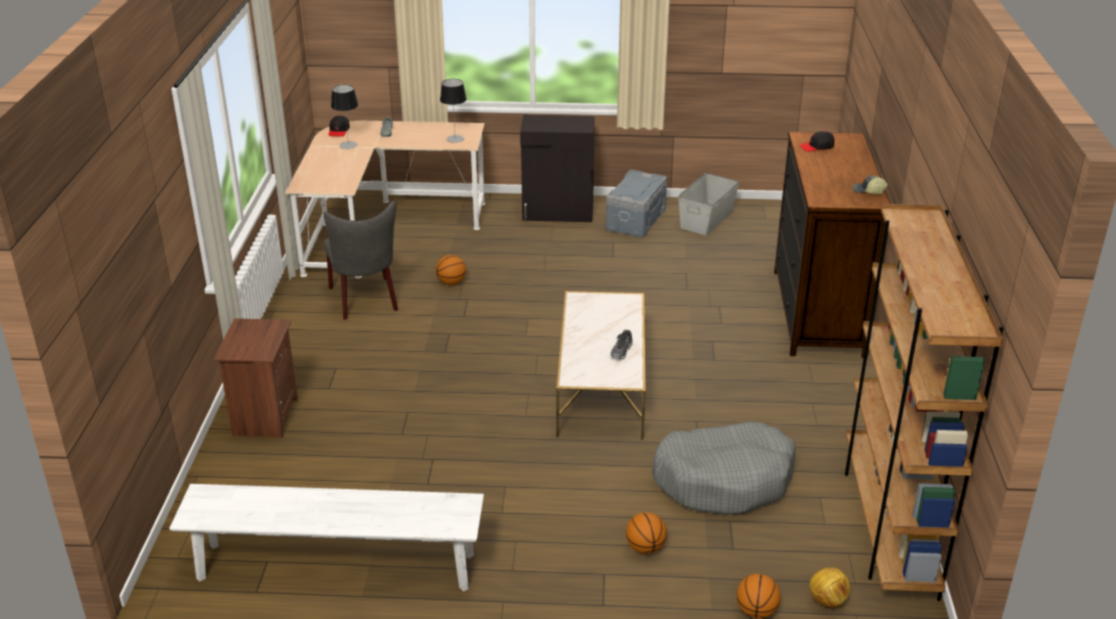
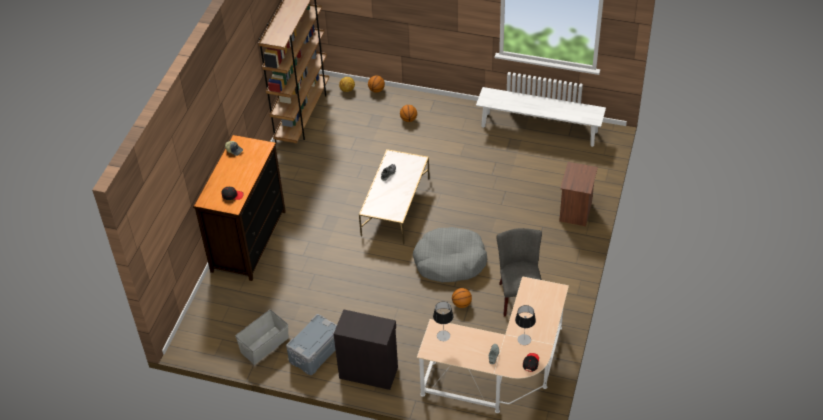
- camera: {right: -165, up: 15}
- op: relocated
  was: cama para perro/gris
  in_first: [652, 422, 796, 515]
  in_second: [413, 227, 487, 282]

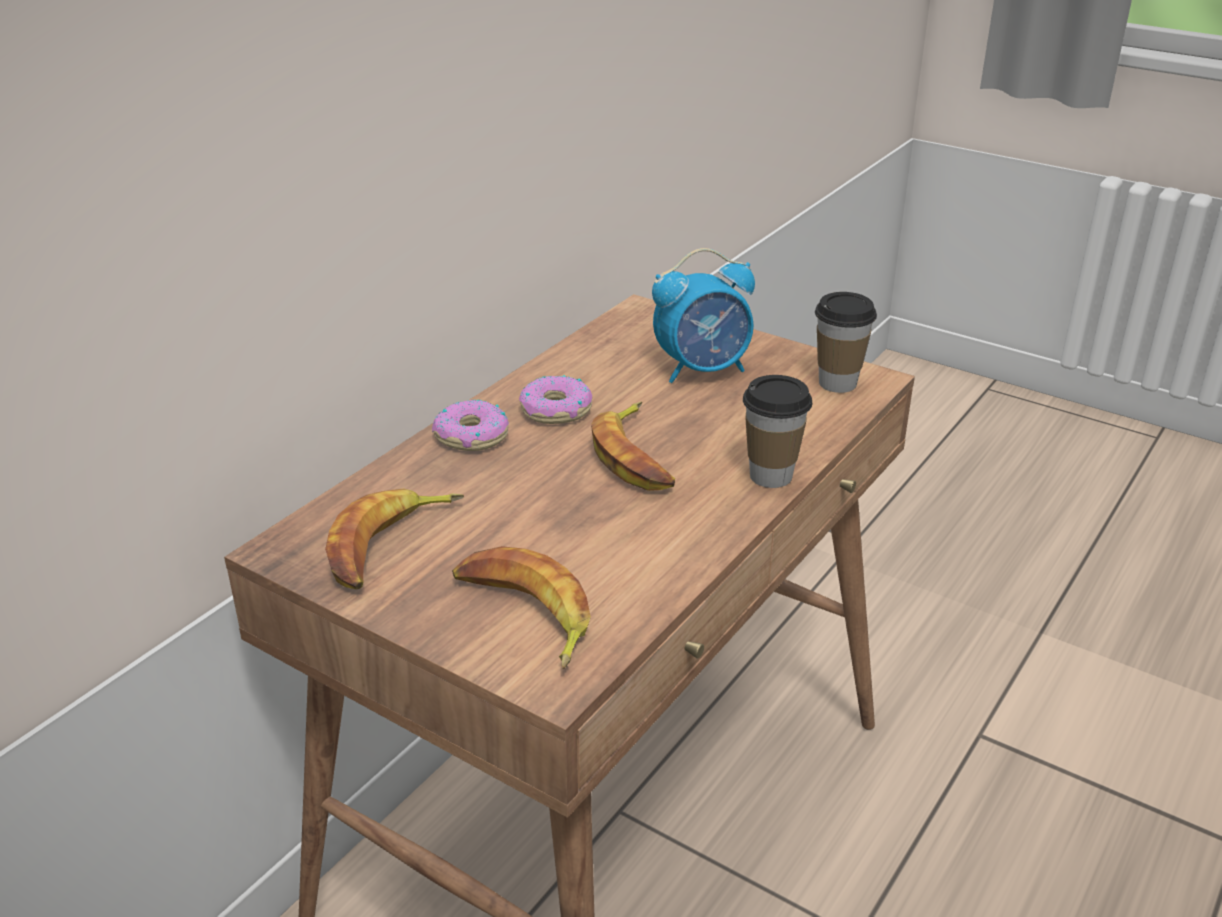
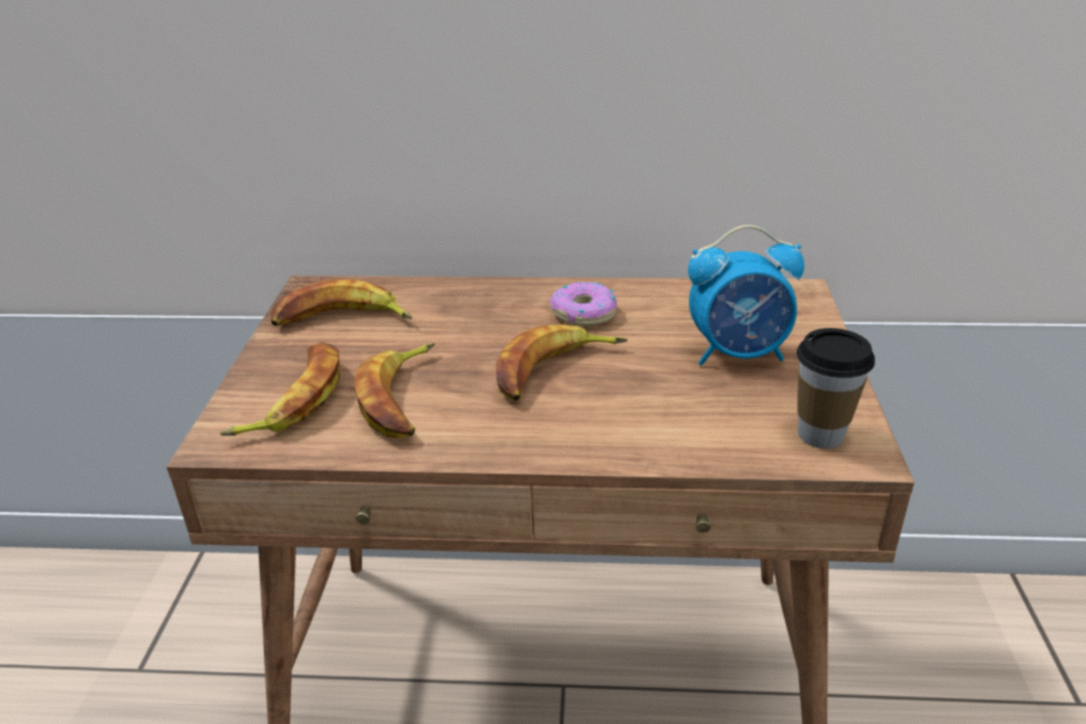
- camera: {right: 60, up: 0}
- op: missing
  was: rosquilla
  in_first: [432, 400, 509, 451]
- op: spun
  was: despertador
  in_first: [652, 248, 755, 383]
  in_second: [688, 225, 804, 365]
  clockwise: -45
- op: missing
  was: taza
  in_first: [743, 375, 812, 488]
- op: appeared
  now: plátano
  in_second: [354, 343, 435, 438]

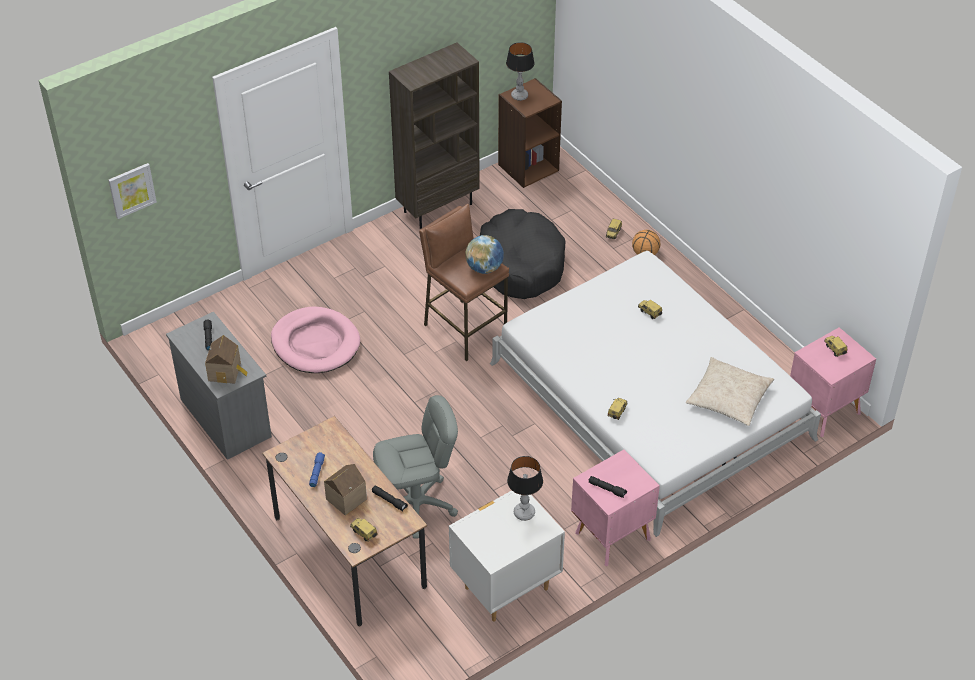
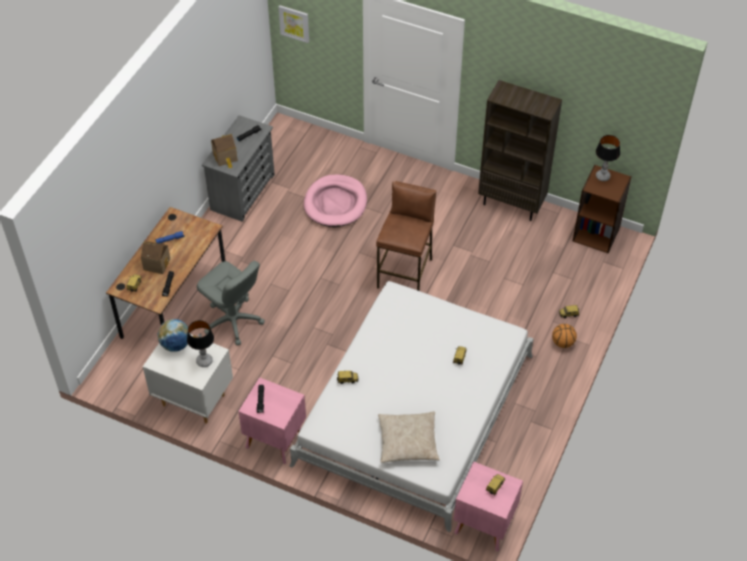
- camera: {right: 60, up: 5}
- op: relocated
  was: globo terráqueo
  in_first: [465, 235, 504, 274]
  in_second: [158, 319, 190, 352]
- op: missing
  was: cama para perro/negro
  in_first: [480, 209, 565, 299]

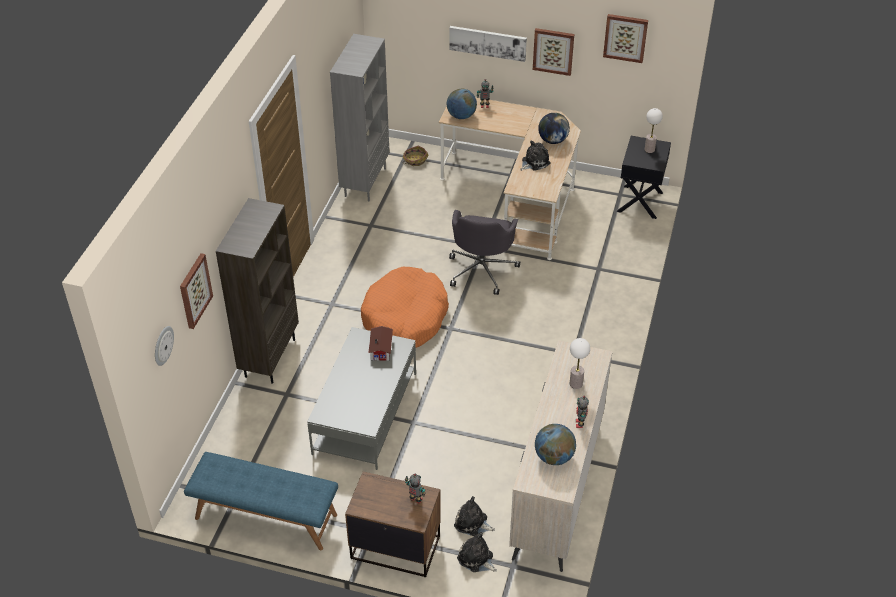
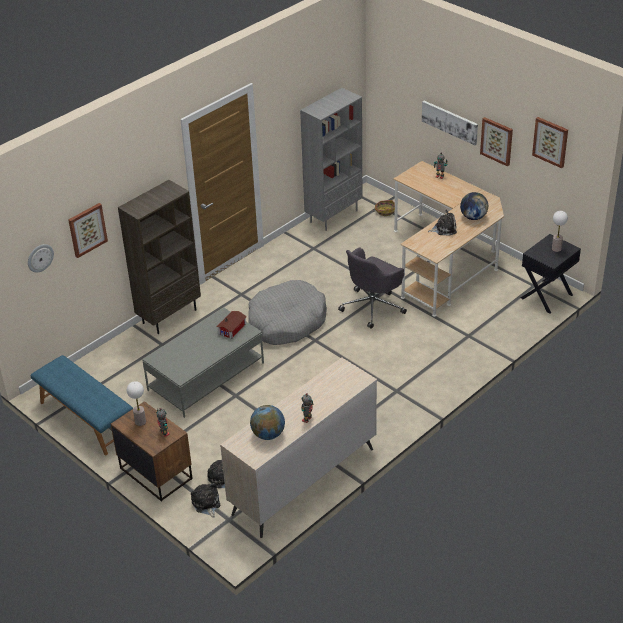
- camera: {right: 30, up: -5}
- op: colour
  was: cama para perro/naranja
  now: cama para perro/gris
  in_first: [361, 267, 449, 348]
  in_second: [248, 280, 327, 345]
- op: missing
  was: globo terráqueo
  in_first: [447, 89, 477, 119]
- op: relocated
  was: lámpara de mesa
  in_first: [570, 338, 590, 389]
  in_second: [127, 381, 146, 426]

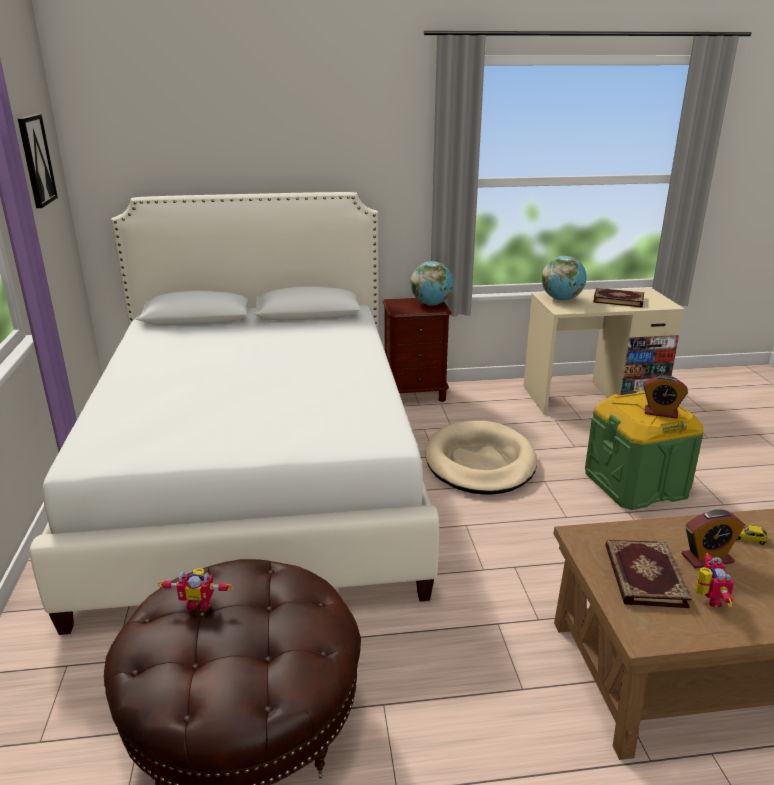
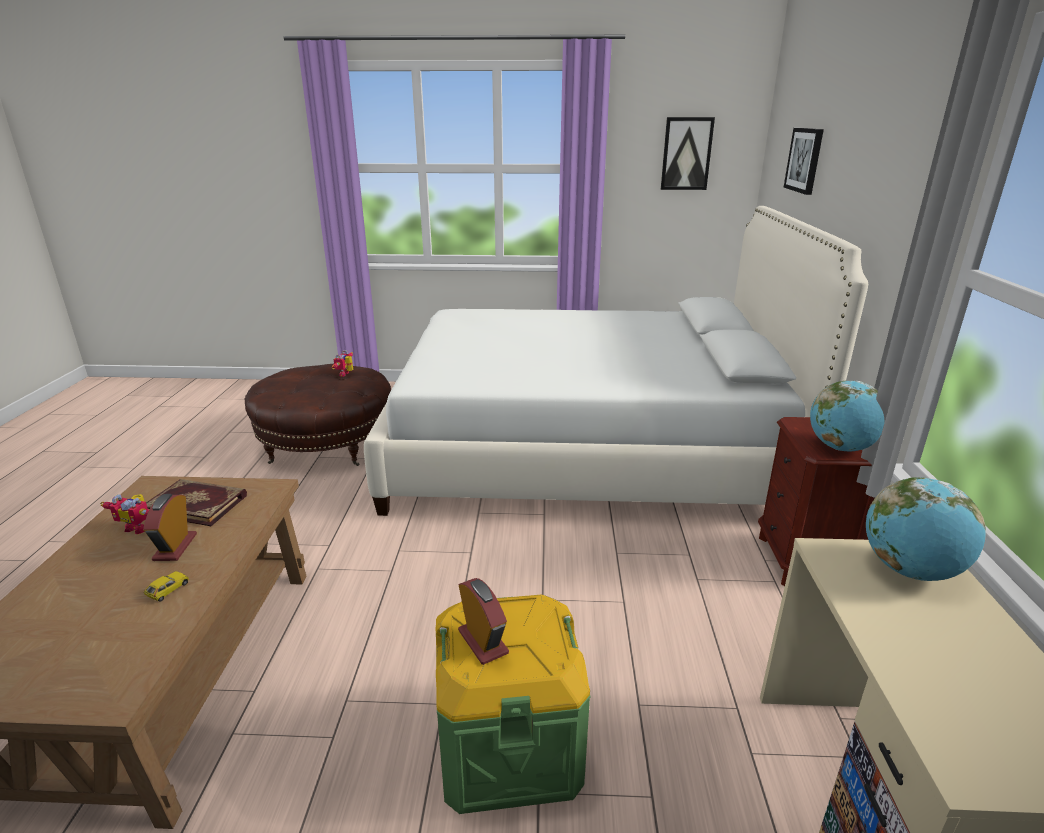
- camera: {right: 100, up: 0}
- op: missing
  was: cama para perro/beis
  in_first: [425, 421, 537, 495]
- op: missing
  was: libro
  in_first: [593, 288, 644, 308]
- op: spun
  was: despertador
  in_first: [644, 375, 688, 419]
  in_second: [458, 578, 509, 665]
  clockwise: 120
- op: appeared
  now: cuadro
  in_second: [784, 128, 824, 195]

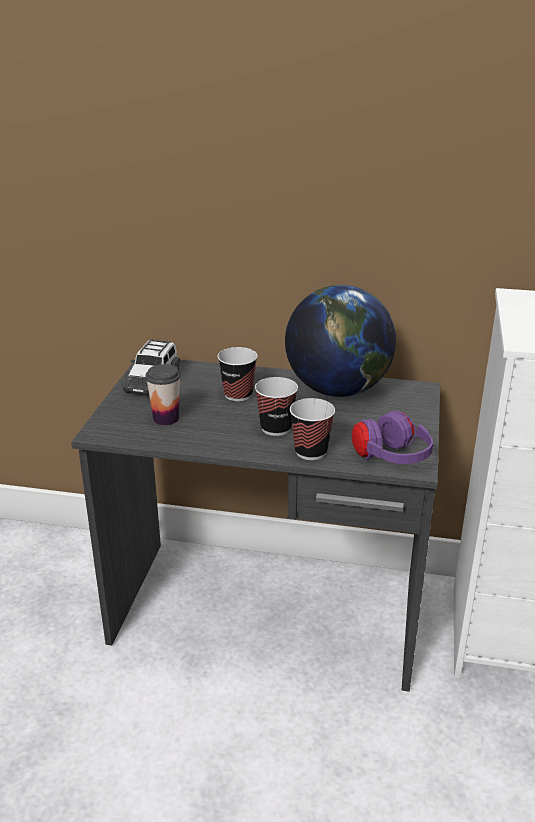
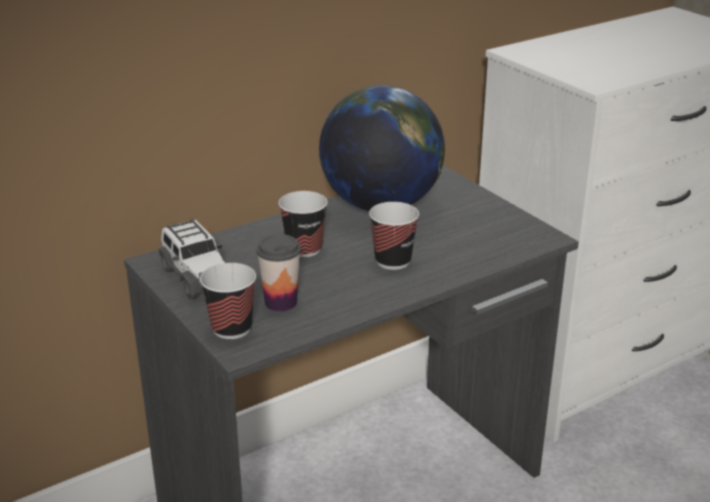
- camera: {right: -45, up: 0}
- op: relocated
  was: taza
  in_first: [290, 398, 335, 460]
  in_second: [200, 263, 256, 339]
- op: missing
  was: auriculares/morado
  in_first: [352, 411, 433, 464]

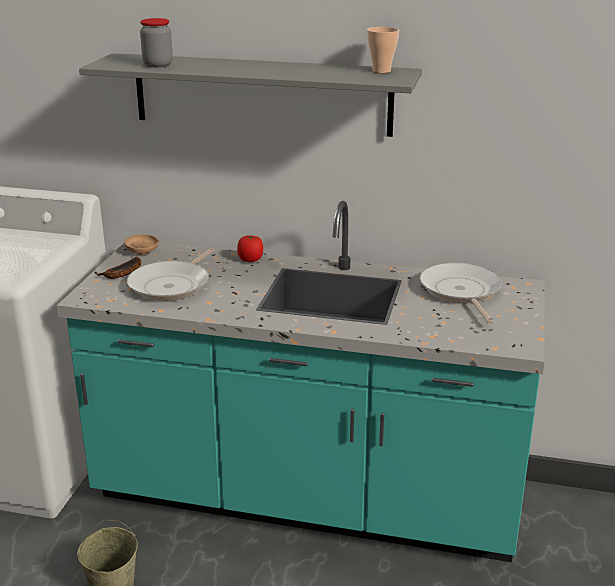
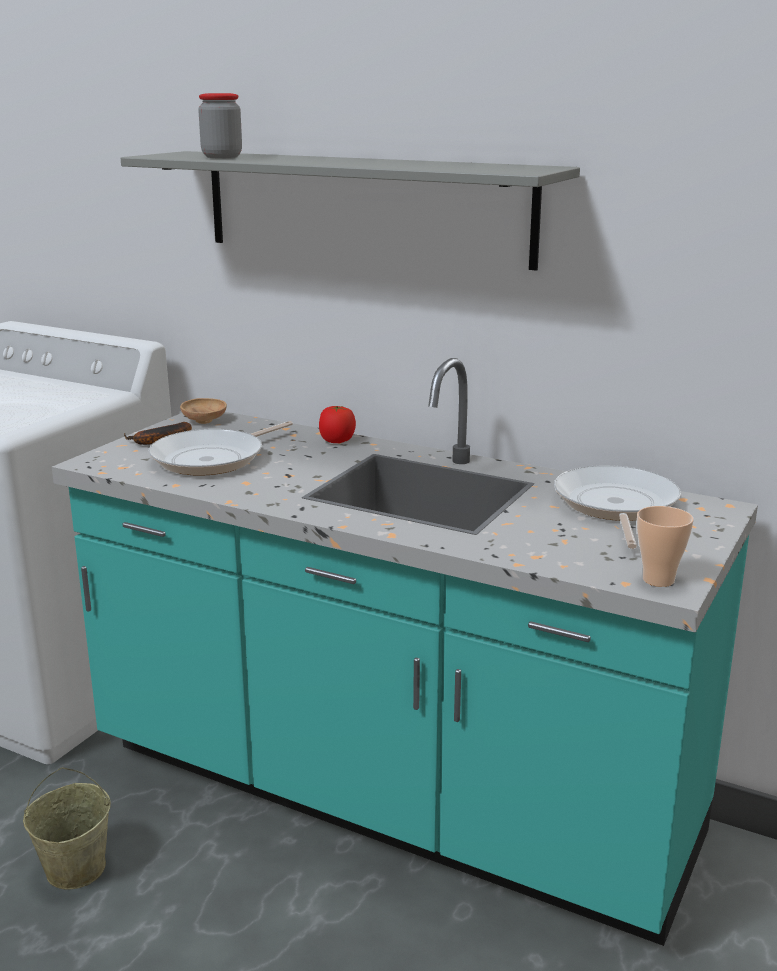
- camera: {right: 15, up: -5}
- op: relocated
  was: taza
  in_first: [367, 27, 399, 73]
  in_second: [637, 506, 694, 587]

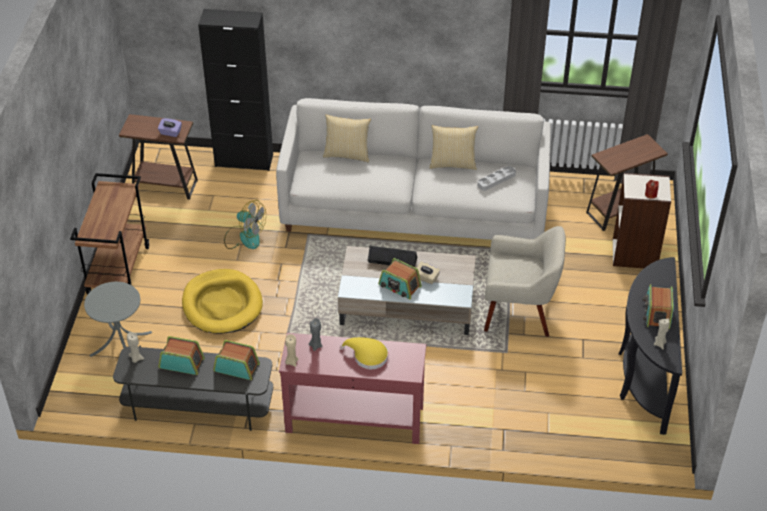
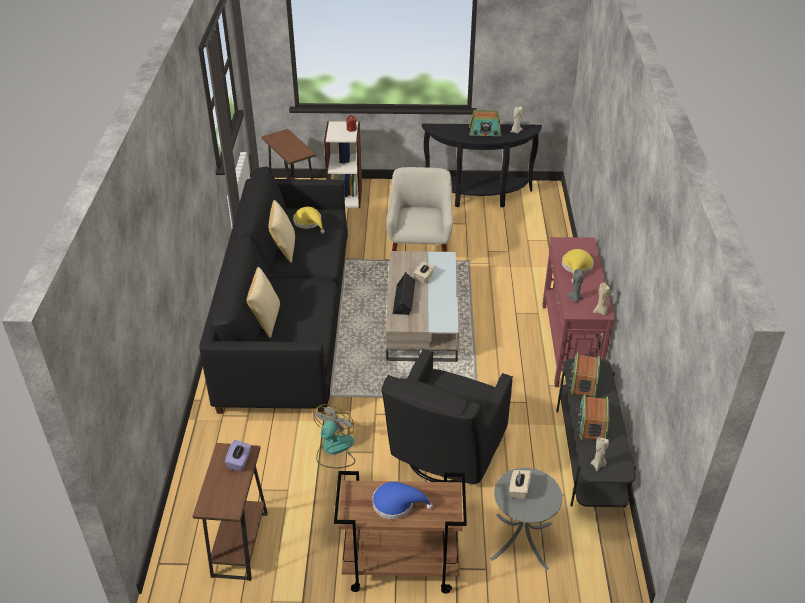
- camera: {right: -95, up: -5}
- op: exchanged
  was: cama para perro/amarillo
  now: sillón/negro
  in_first: [182, 269, 263, 334]
  in_second: [381, 349, 513, 484]
- op: missing
  was: armario/negro
  in_first: [198, 9, 273, 171]
- op: colour
  was: sofá/blanco
  now: sofá/negro
  in_first: [276, 98, 551, 240]
  in_second: [199, 167, 348, 414]
- op: missing
  was: radio
  in_first: [378, 258, 422, 299]
- op: exchanged
  was: bandeja/gris
  now: sombrero/amarillo
  in_first: [478, 166, 516, 191]
  in_second: [293, 207, 325, 234]
- op: appeared
  now: sombrero/azul
  in_second: [372, 482, 433, 520]
- op: appeared
  now: caja de pañuelos/beis
  in_second: [509, 470, 531, 500]

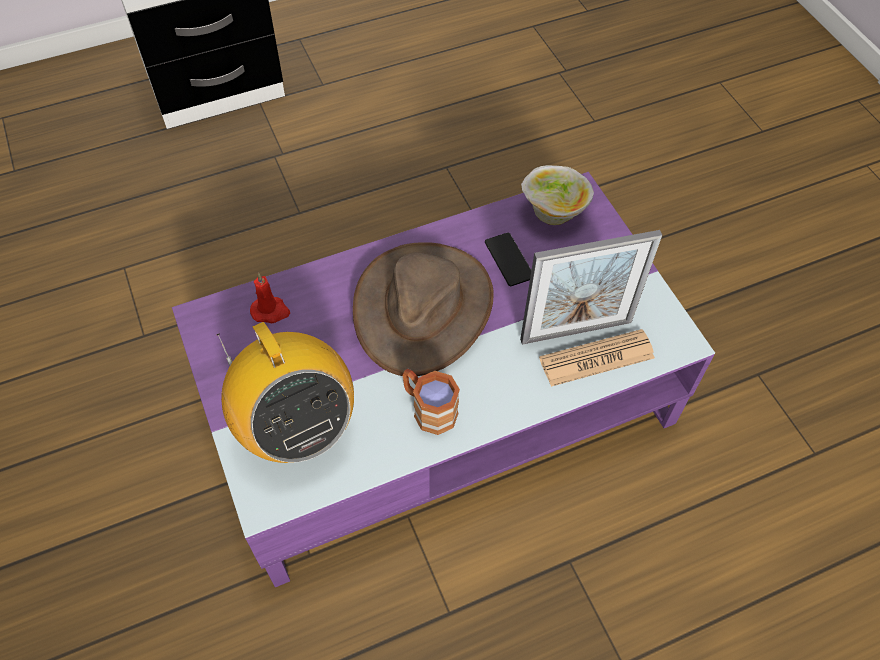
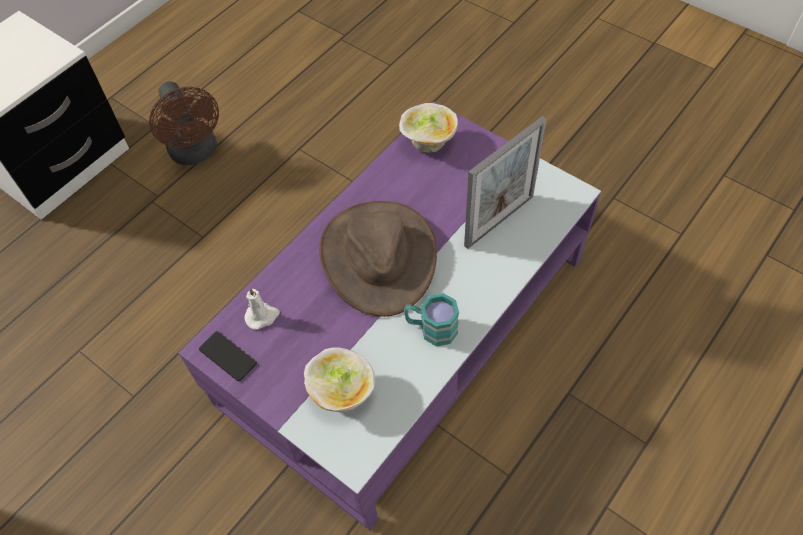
- camera: {right: -25, up: 0}
- op: exchanged
  was: radio
  now: cuenco
  in_first: [217, 322, 354, 463]
  in_second: [304, 347, 375, 412]
- op: colour
  was: vela/rojo
  now: vela/blanco
  in_first: [250, 273, 290, 323]
  in_second: [244, 287, 279, 330]
- op: colour
  was: taza grande/marrón
  now: taza grande/turquesa
  in_first: [402, 369, 460, 435]
  in_second: [404, 293, 459, 346]
- op: relocated
  was: móvil
  in_first: [485, 233, 531, 286]
  in_second: [199, 331, 257, 381]
- op: missing
  was: periódico
  in_first: [539, 329, 655, 387]
- op: appeared
  now: ventilador/marrón
  in_second: [149, 81, 219, 165]

